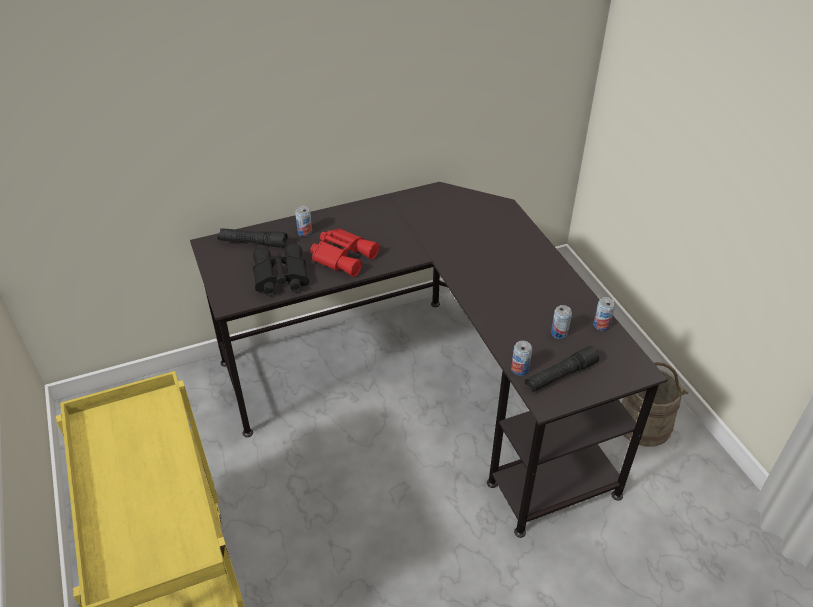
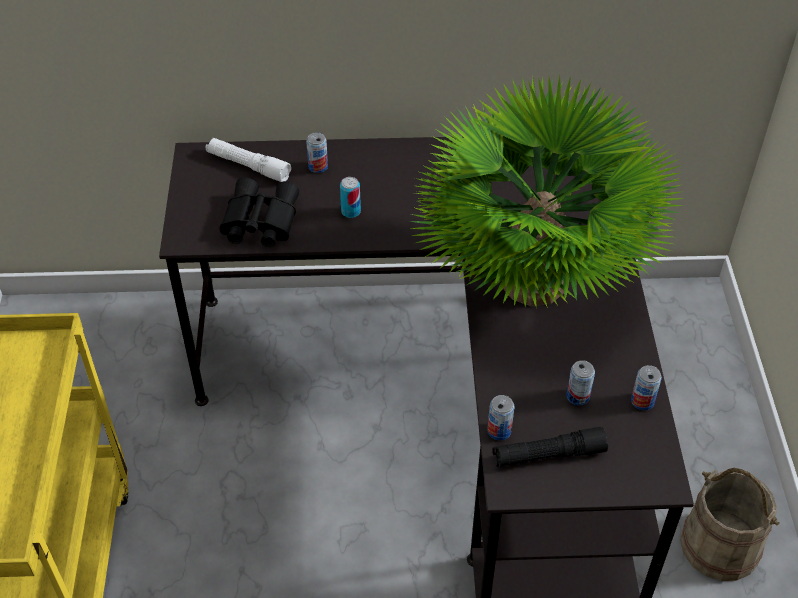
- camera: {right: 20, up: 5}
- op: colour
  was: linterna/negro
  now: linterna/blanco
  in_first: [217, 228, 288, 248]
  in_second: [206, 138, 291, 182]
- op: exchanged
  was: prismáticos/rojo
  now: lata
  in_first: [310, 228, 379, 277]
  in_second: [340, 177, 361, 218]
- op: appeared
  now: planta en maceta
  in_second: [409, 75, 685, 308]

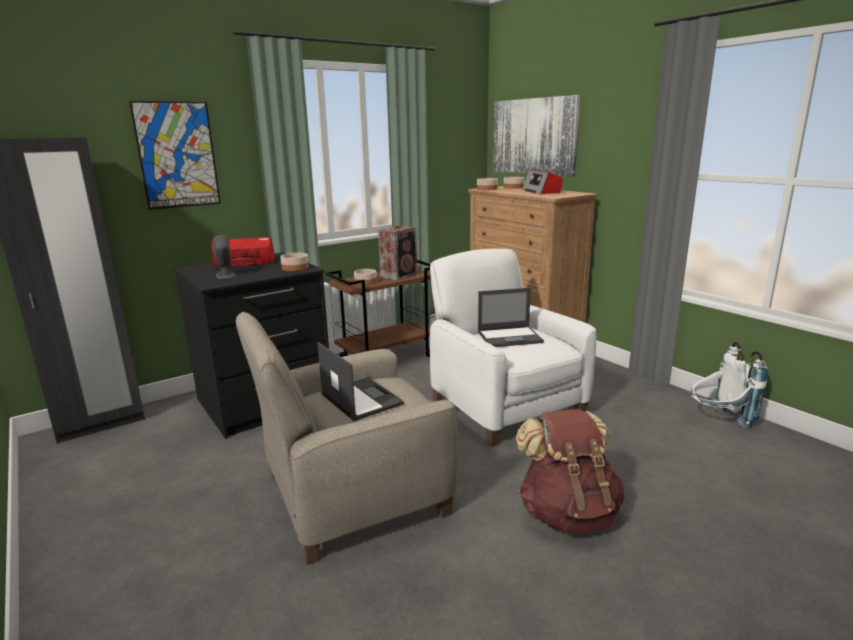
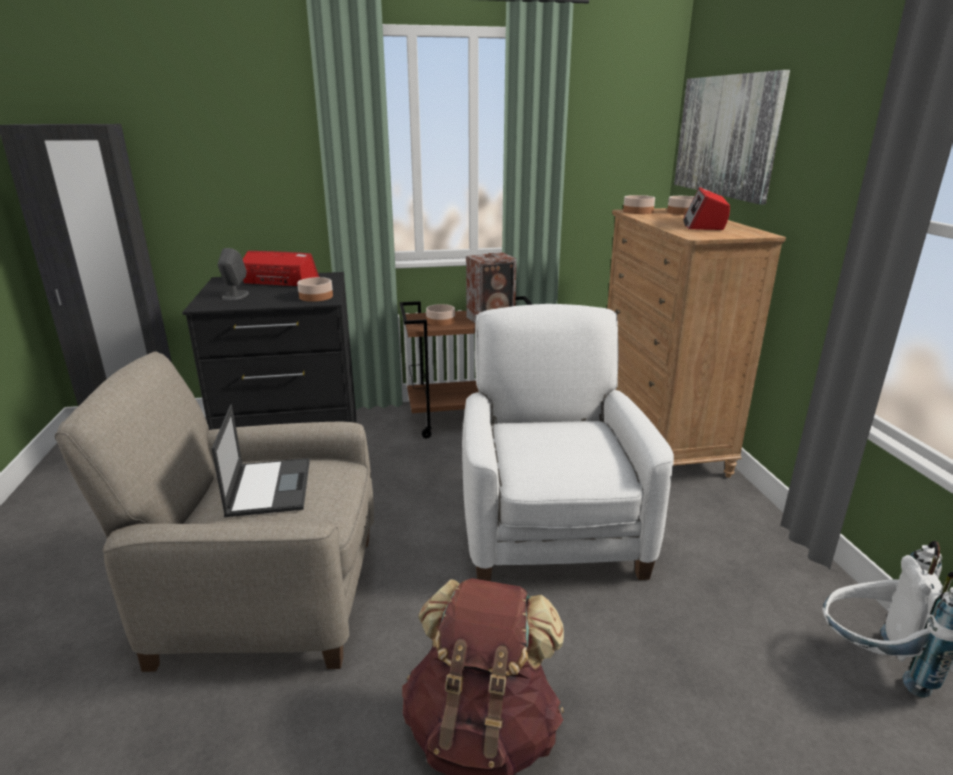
- camera: {right: 25, up: 5}
- op: missing
  was: cuadro
  in_first: [129, 101, 221, 210]
- op: missing
  was: portátil
  in_first: [478, 288, 544, 347]

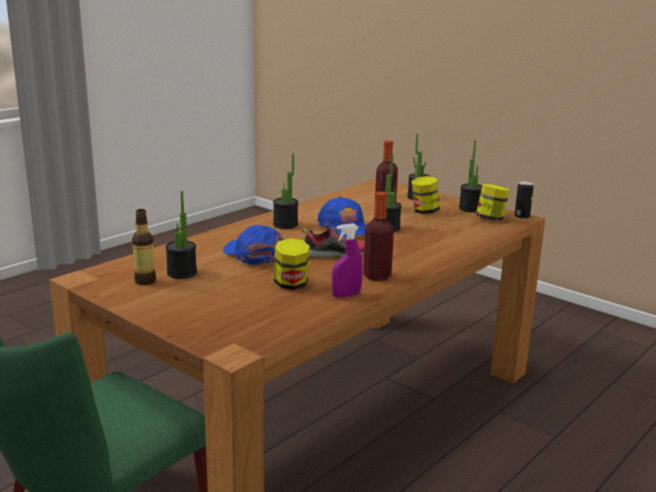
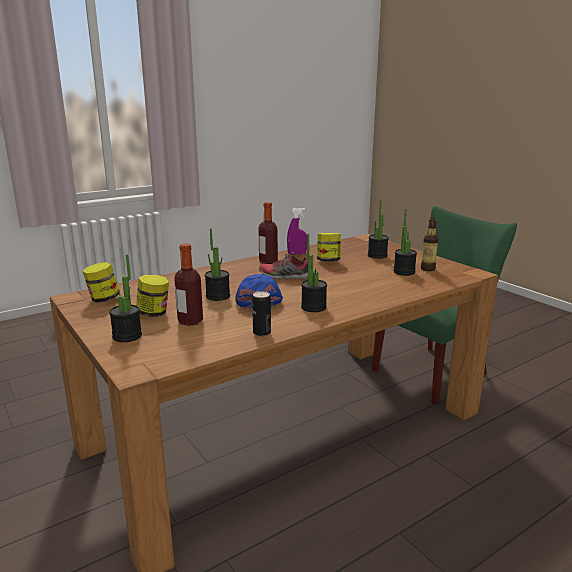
- camera: {right: -165, up: 0}
- op: missing
  was: gorra/azul
  in_first: [223, 225, 283, 265]
- op: relocated
  was: planta en maceta
  in_first: [459, 140, 482, 212]
  in_second: [368, 200, 389, 259]
- op: relocated
  was: lata
  in_first: [515, 181, 533, 219]
  in_second: [252, 291, 271, 336]

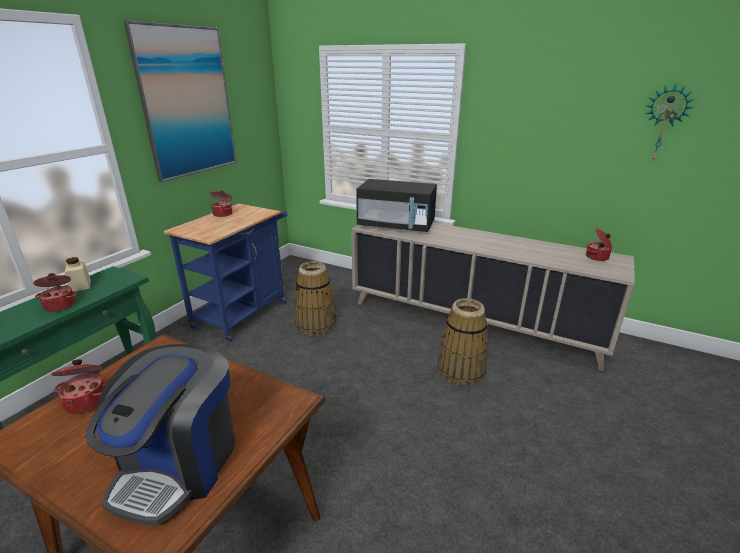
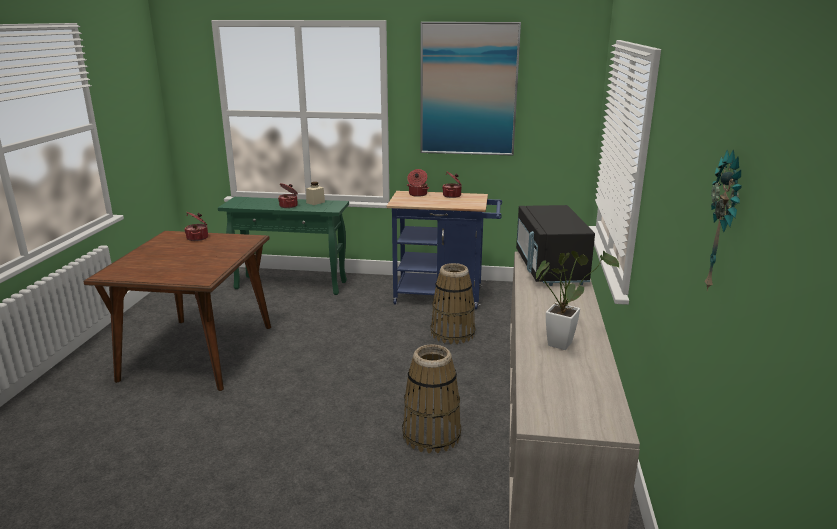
- camera: {right: 70, up: -5}
- op: missing
  was: cafetera
  in_first: [85, 344, 235, 525]
- op: relocated
  was: olla
  in_first: [586, 228, 612, 261]
  in_second: [407, 169, 429, 197]
- op: appeared
  now: planta en maceta
  in_second: [536, 250, 619, 350]

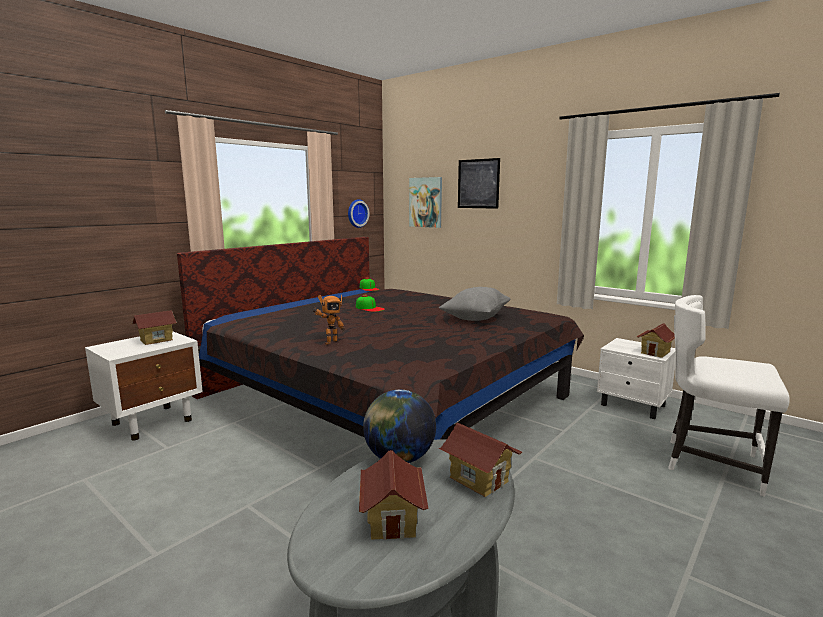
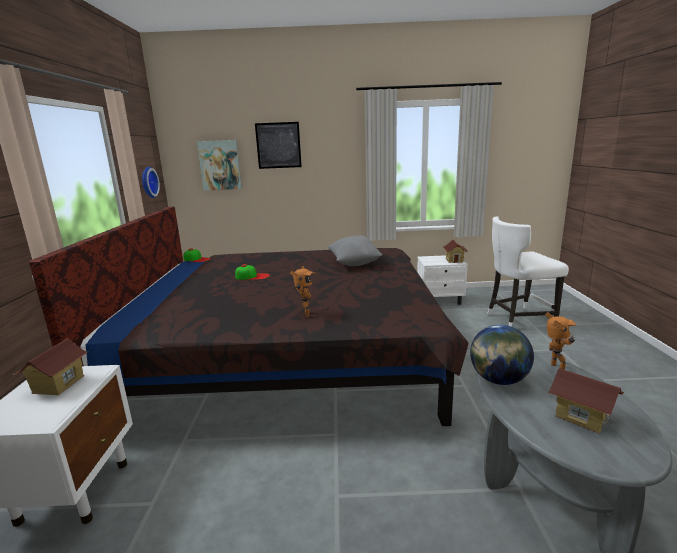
- camera: {right: -40, up: 5}
- op: exchanged
  was: casita
  now: robot de juguete
  in_first: [438, 423, 522, 497]
  in_second: [545, 312, 576, 370]

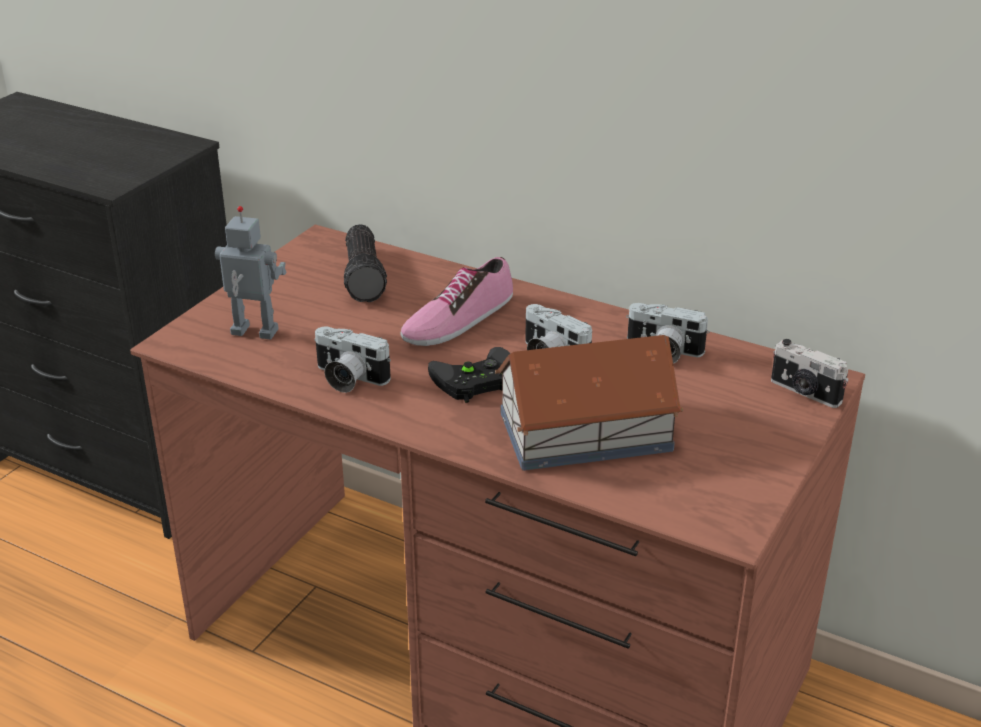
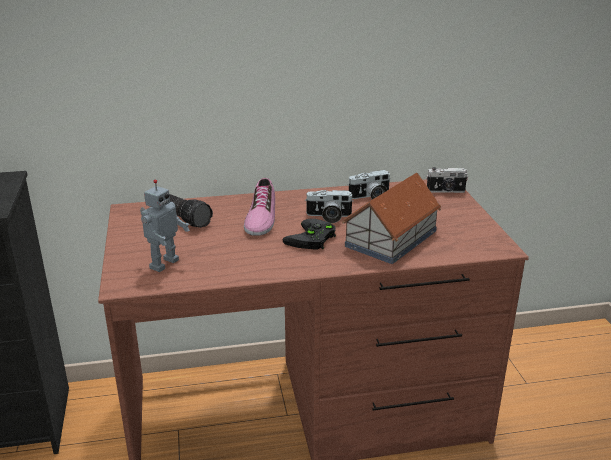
- camera: {right: -40, up: -5}
- op: spun
  was: robot de juguete
  in_first: [215, 206, 287, 340]
  in_second: [140, 180, 190, 272]
  clockwise: 150
- op: missing
  was: cámara
  in_first: [314, 327, 391, 393]

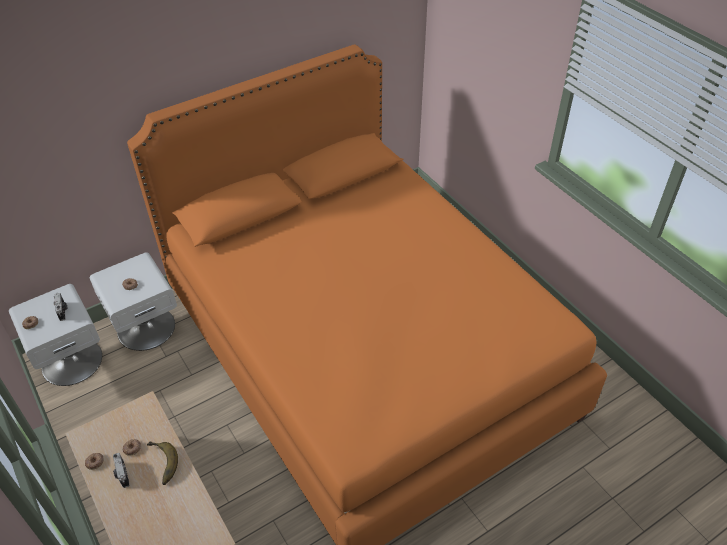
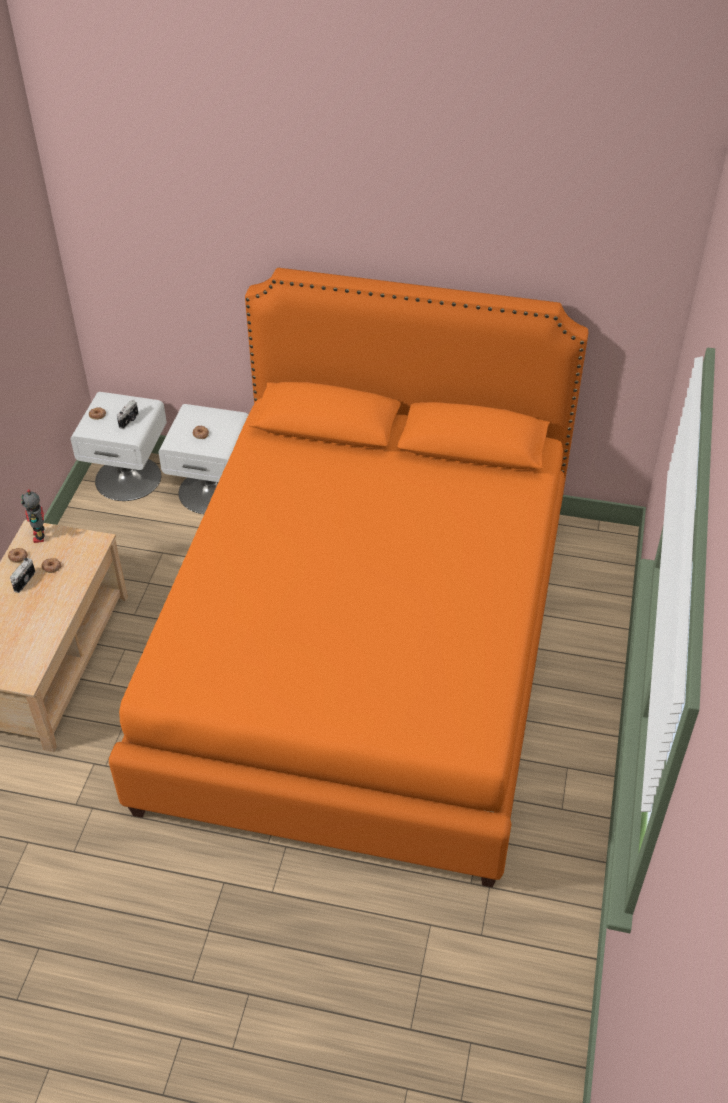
- camera: {right: 45, up: 0}
- op: missing
  was: plátano
  in_first: [147, 441, 178, 485]
- op: appeared
  now: robot de juguete
  in_second: [21, 489, 45, 543]

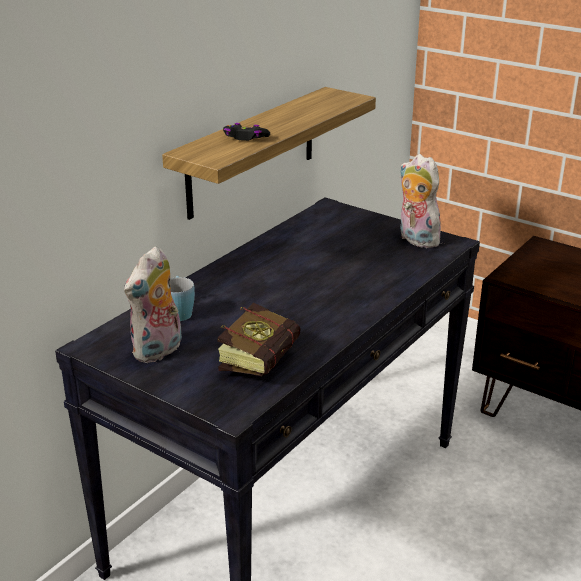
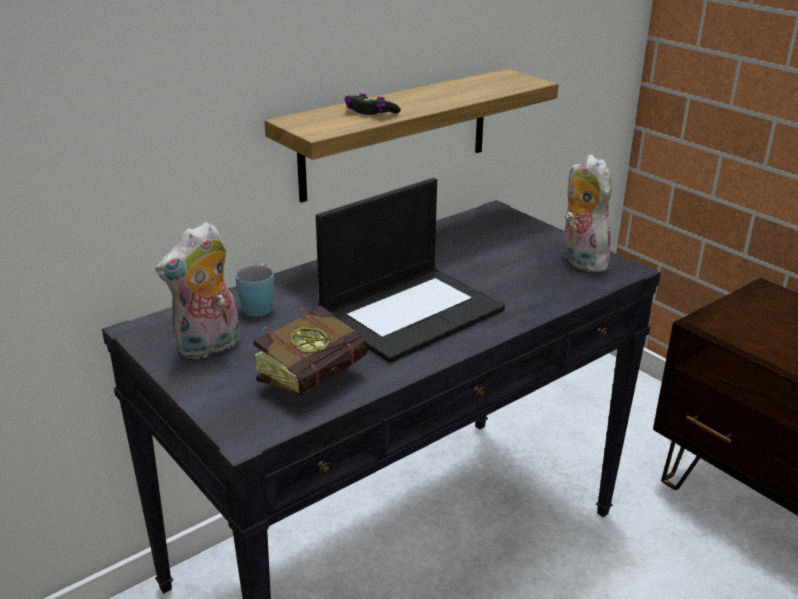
- camera: {right: 15, up: 0}
- op: appeared
  now: portátil
  in_second: [316, 178, 505, 363]

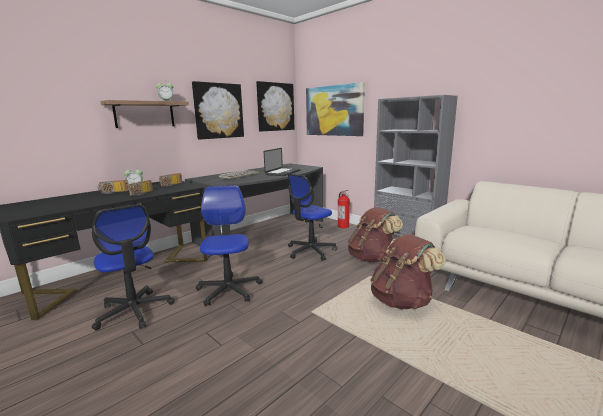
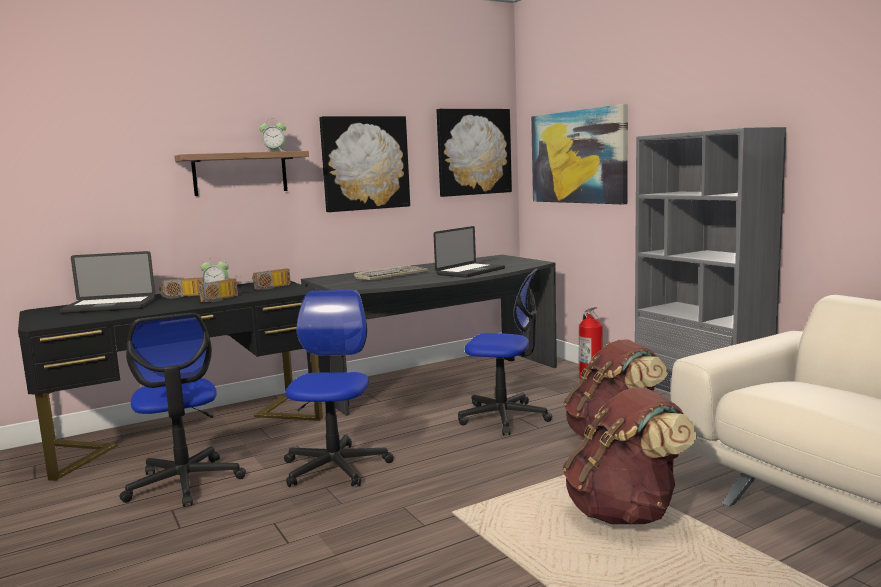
- camera: {right: 15, up: -5}
- op: spun
  was: silla de oficina
  in_first: [288, 174, 336, 261]
  in_second: [458, 268, 553, 436]
  clockwise: -135
- op: appeared
  now: portátil
  in_second: [59, 251, 155, 314]

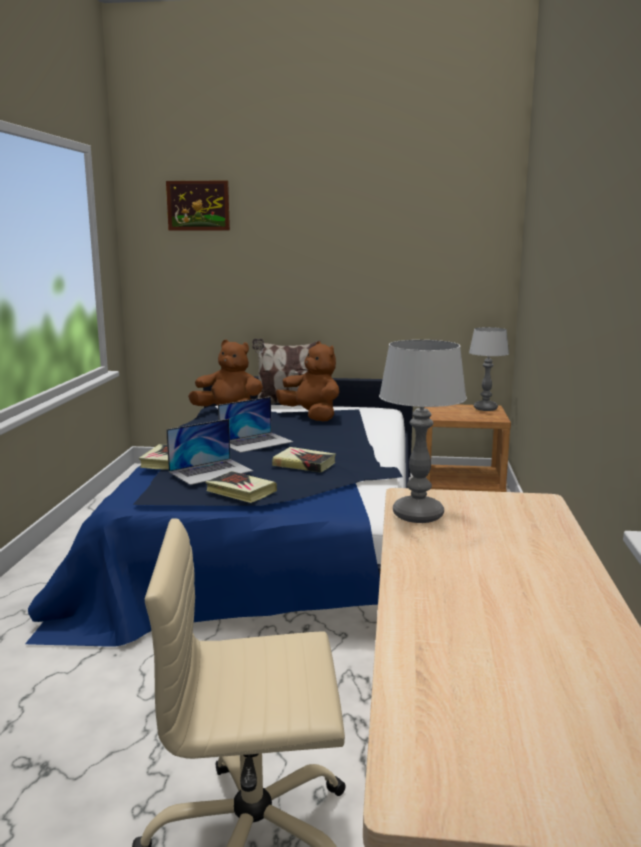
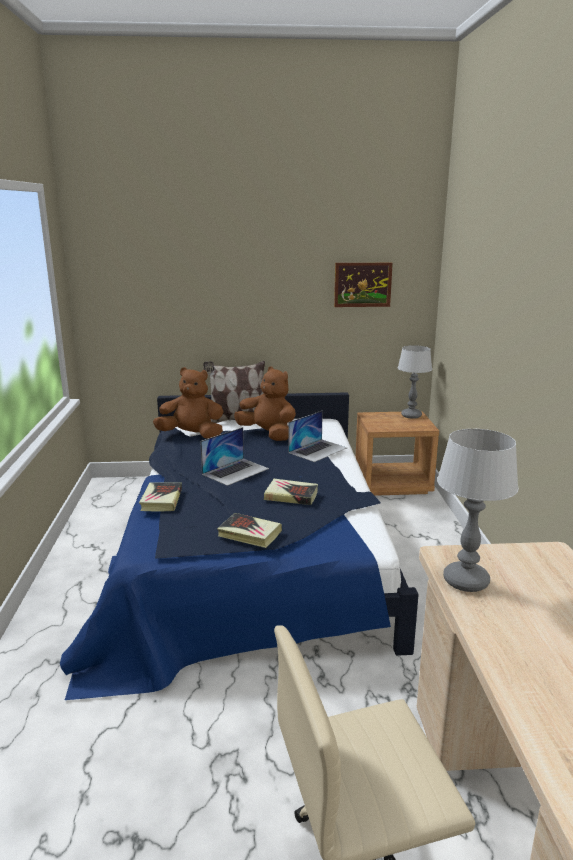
- camera: {right: -10, up: 5}
- op: relocated
  was: cuadro
  in_first: [166, 180, 230, 230]
  in_second: [334, 263, 393, 307]
- op: relocated
  was: portátil
  in_first: [166, 419, 253, 485]
  in_second: [288, 411, 347, 462]

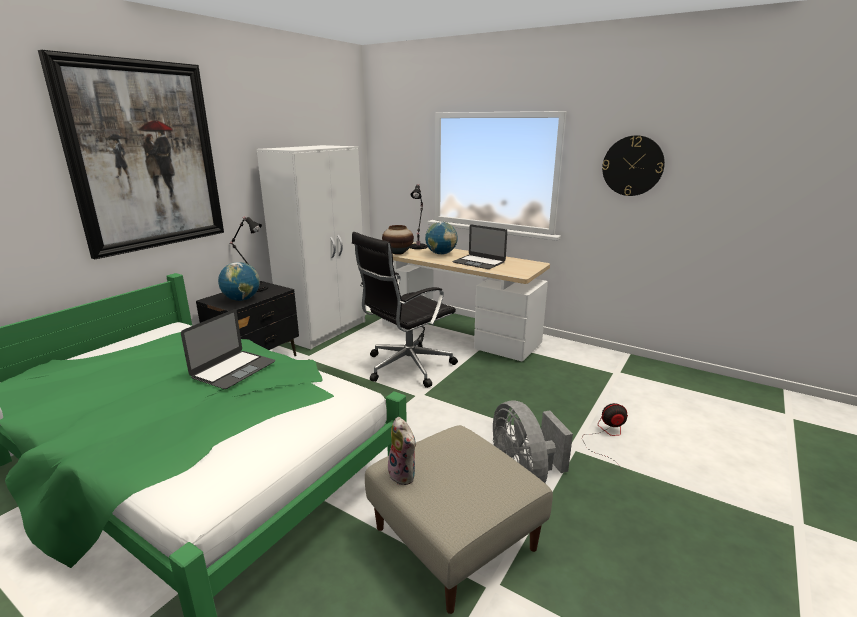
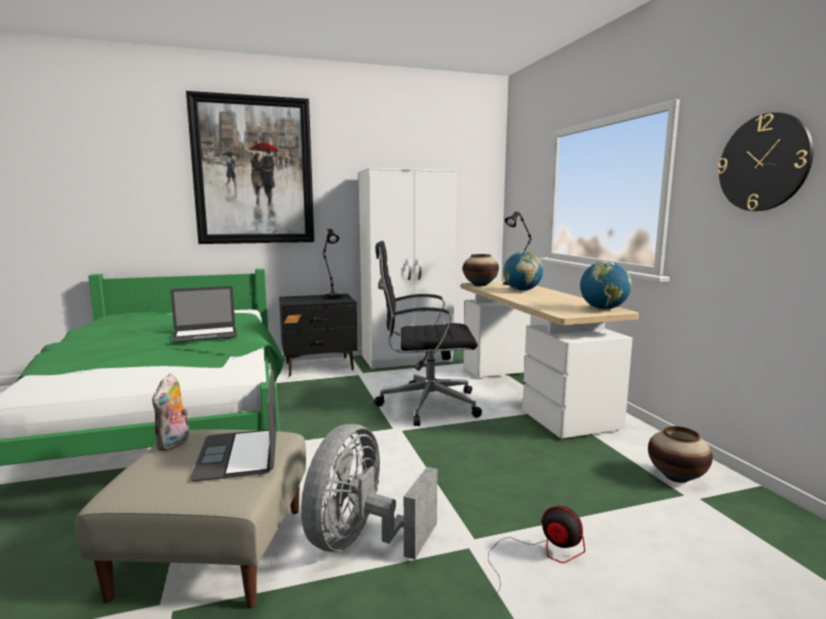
- camera: {right: 40, up: -10}
- op: relocated
  was: globo terráqueo
  in_first: [218, 262, 260, 301]
  in_second: [580, 261, 632, 309]
- op: relocated
  was: portátil
  in_first: [452, 224, 507, 269]
  in_second: [190, 369, 277, 481]
- op: appeared
  now: florero
  in_second: [648, 426, 713, 483]

